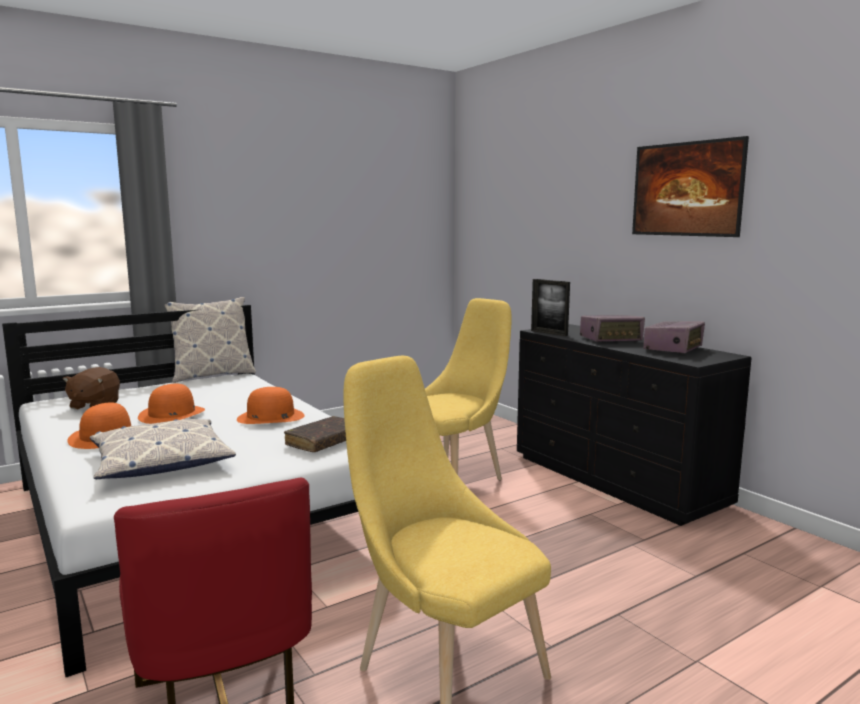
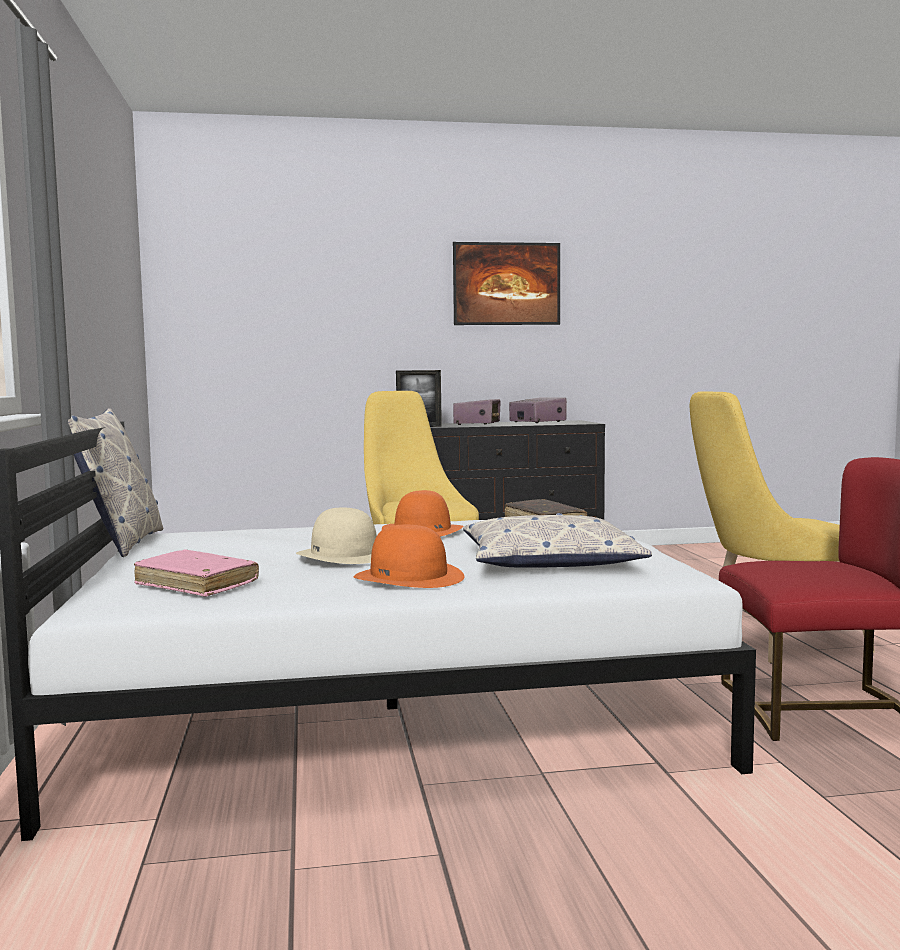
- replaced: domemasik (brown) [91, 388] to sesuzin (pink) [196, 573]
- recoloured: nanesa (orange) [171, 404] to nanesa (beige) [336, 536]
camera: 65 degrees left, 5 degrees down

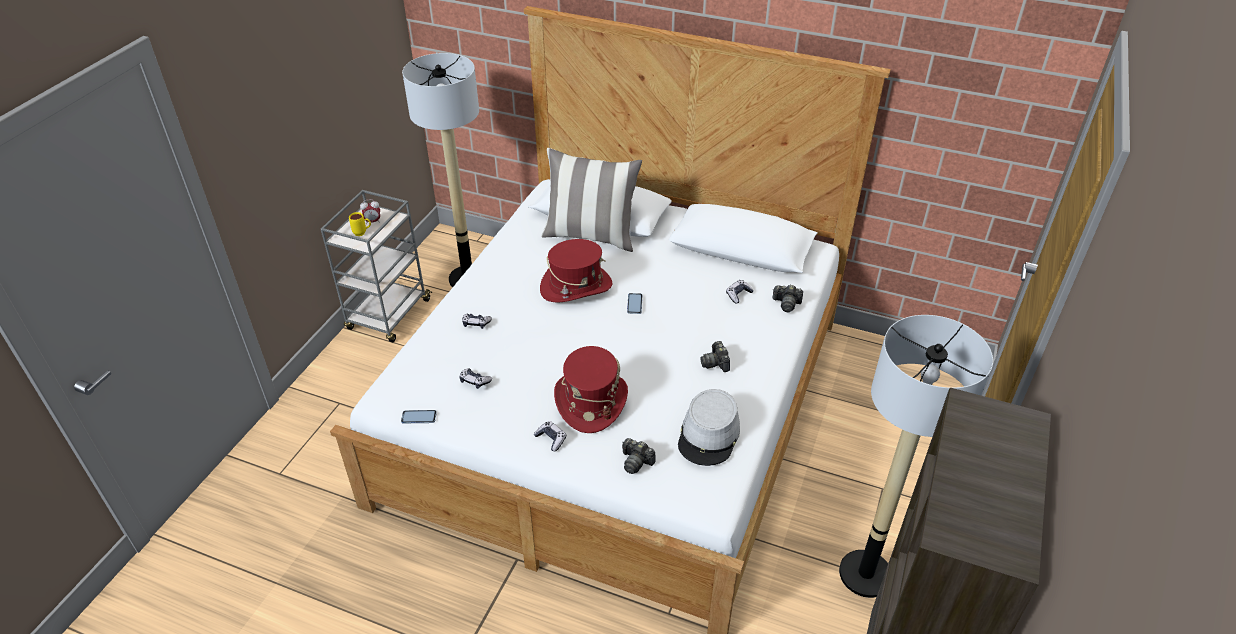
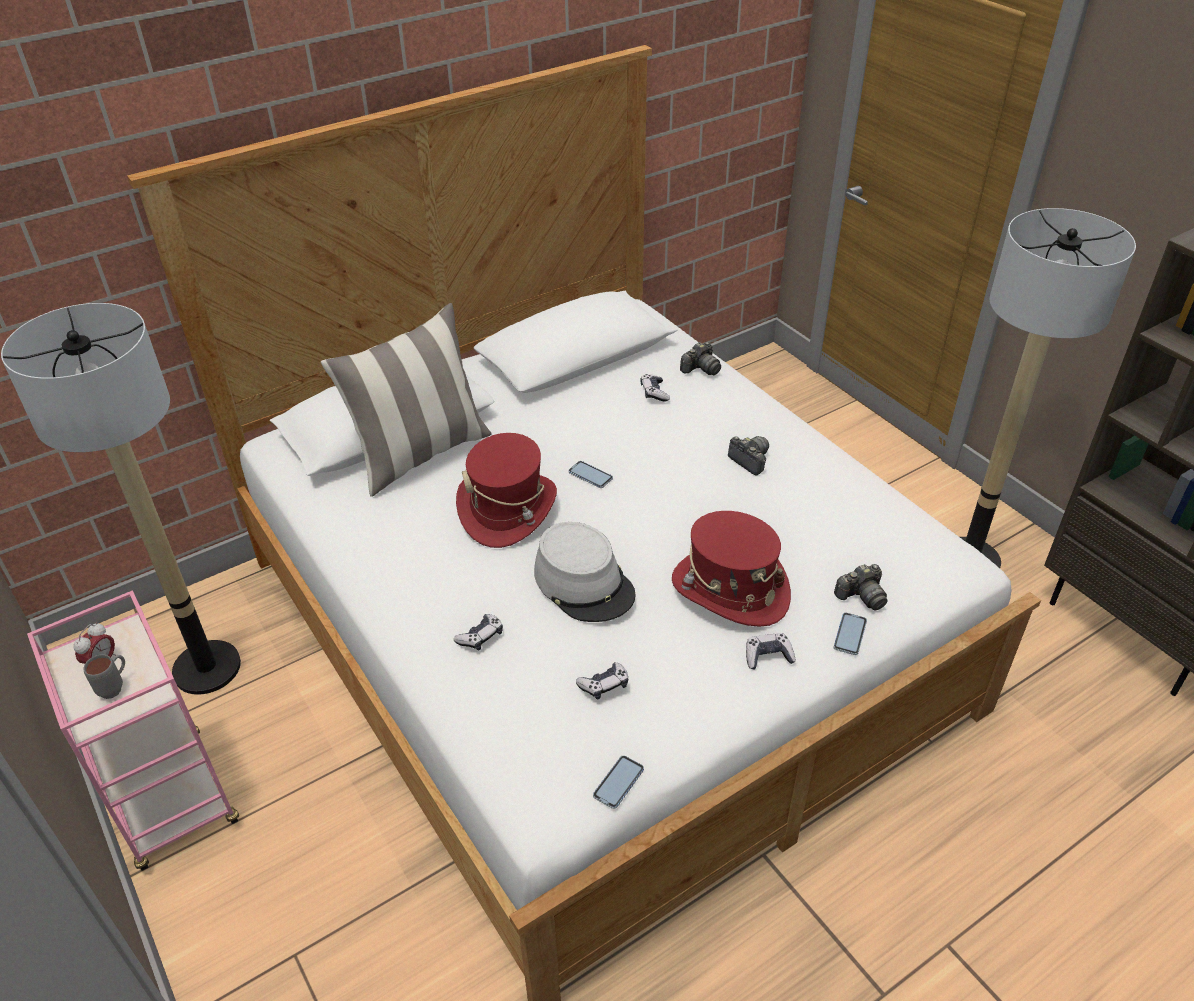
- recoloured: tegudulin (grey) [376, 266] to tegudulin (pink) [133, 730]
- recoloured: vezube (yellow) [360, 224] to vezube (grey) [104, 676]
- moved: nanesa (grey) [709, 427] to [585, 572]
- turned: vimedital [715, 356] = [748, 456] 150 degrees counterclockwise
- added: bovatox [850, 634]
camera: 55 degrees left, 0 degrees up

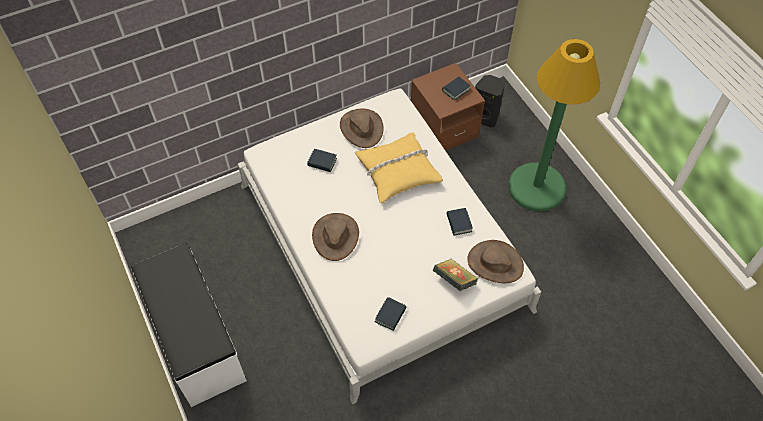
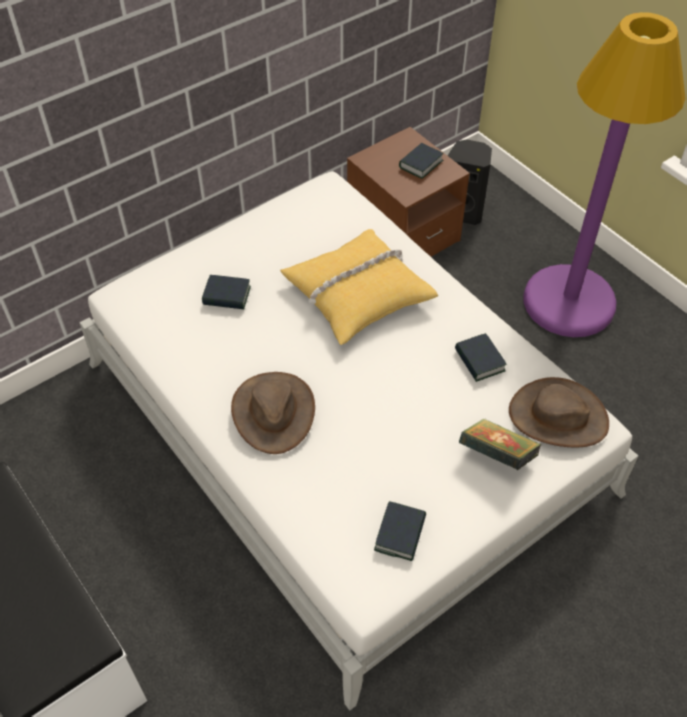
- removed: nanesa (brown) [362, 128]
- recoloured: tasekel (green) [554, 125] to tasekel (purple) [605, 174]
camera: 10 degrees left, 5 degrees down

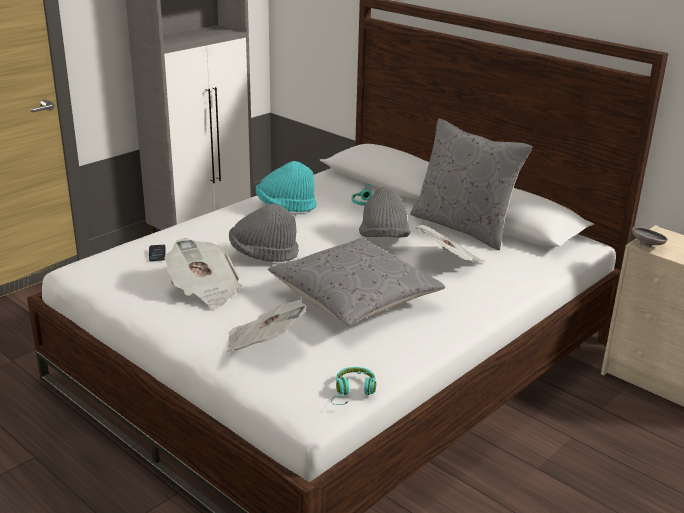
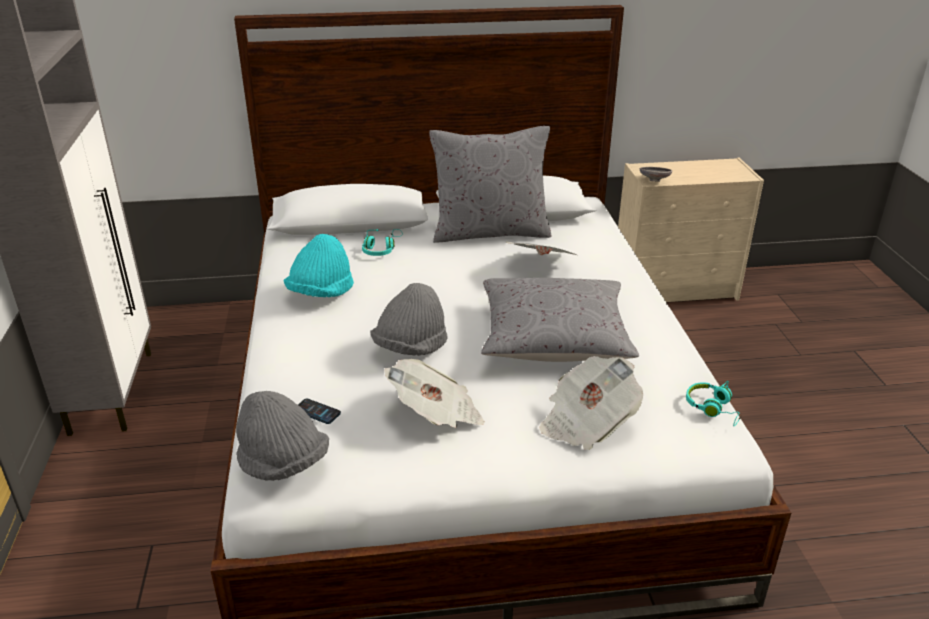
- moved: nanesa (grey) [385, 212] to [282, 436]
camera: 50 degrees left, 5 degrees up

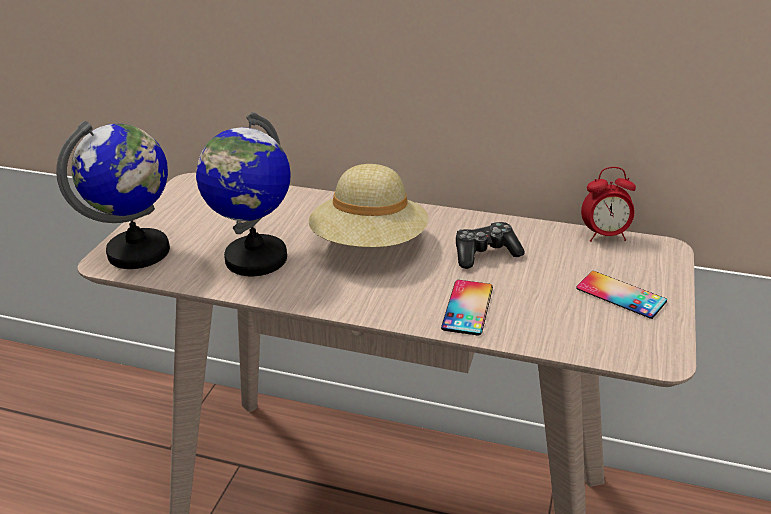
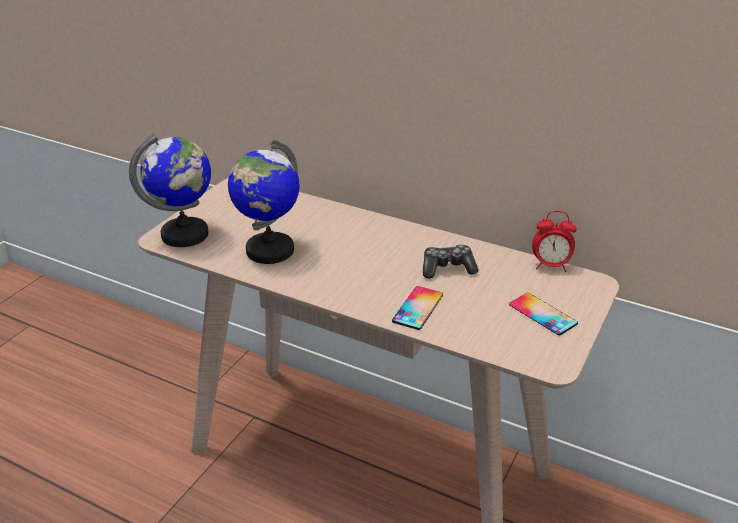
- removed: nanesa (beige) [368, 205]
camera: 10 degrees right, 0 degrees up

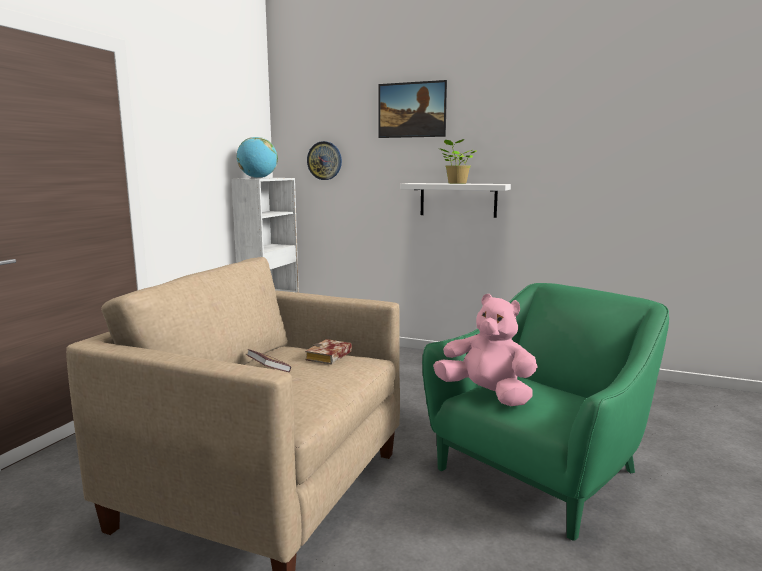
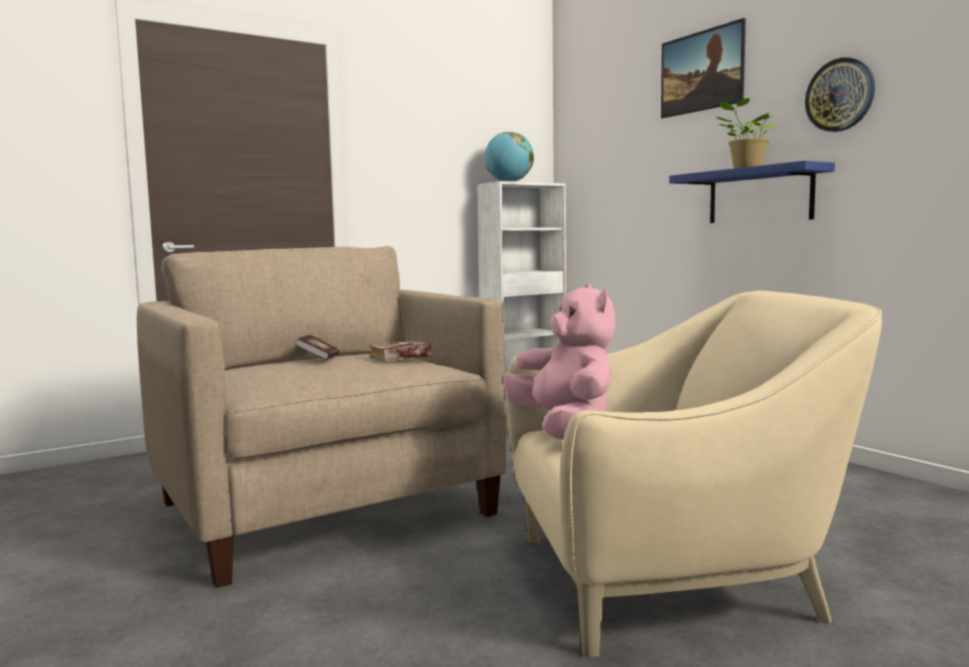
- moved: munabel [324, 160] to [840, 94]
- recoloured: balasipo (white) [455, 200] to balasipo (blue) [752, 192]
- recoloured: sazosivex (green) [545, 412] to sazosivex (beige) [693, 474]
camera: 35 degrees right, 5 degrees down

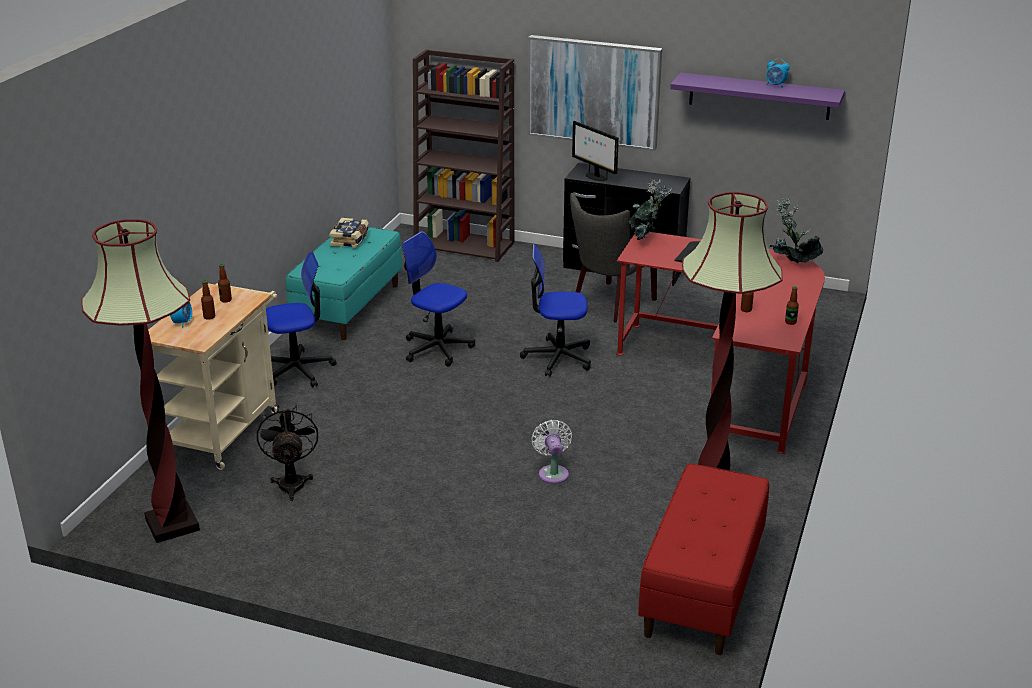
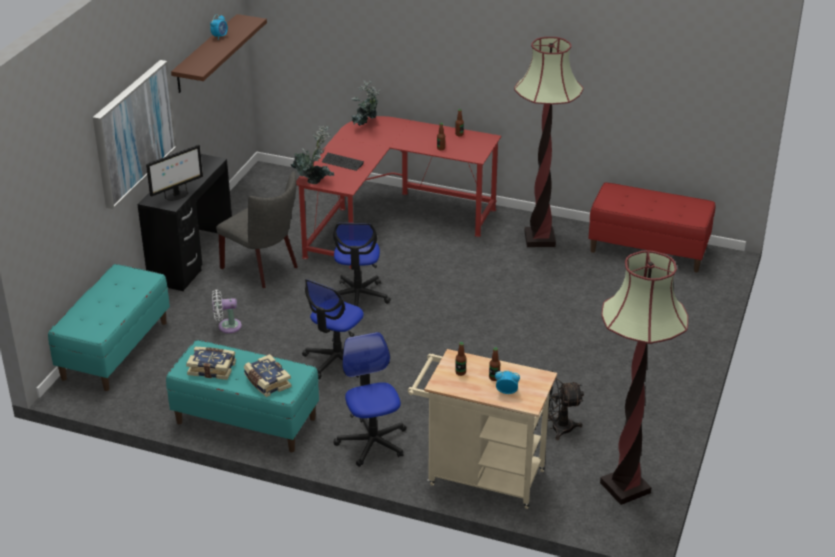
- replaced: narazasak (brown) [463, 155] to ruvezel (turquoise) [109, 327]
- moved: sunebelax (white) [551, 452] to [227, 311]
- recoloured: balasipo (purple) [757, 96] to balasipo (brown) [219, 53]
- added: sesuzin [267, 375]
camera: 90 degrees left, 5 degrees up

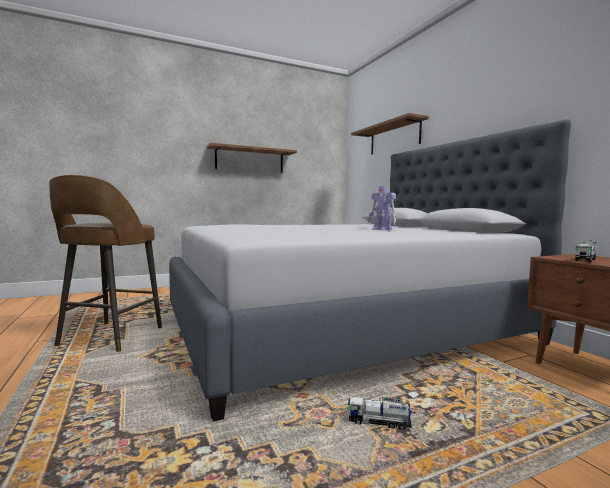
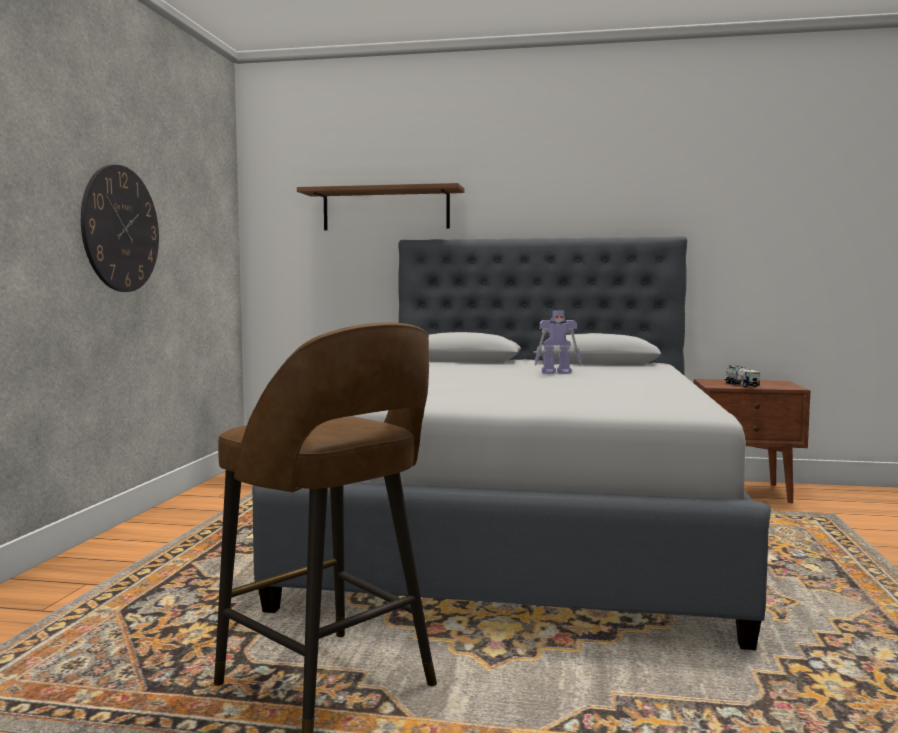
- replaced: balasipo (brown) [252, 158] to munabel [120, 228]
- removed: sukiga [380, 413]
camera: 55 degrees left, 0 degrees up

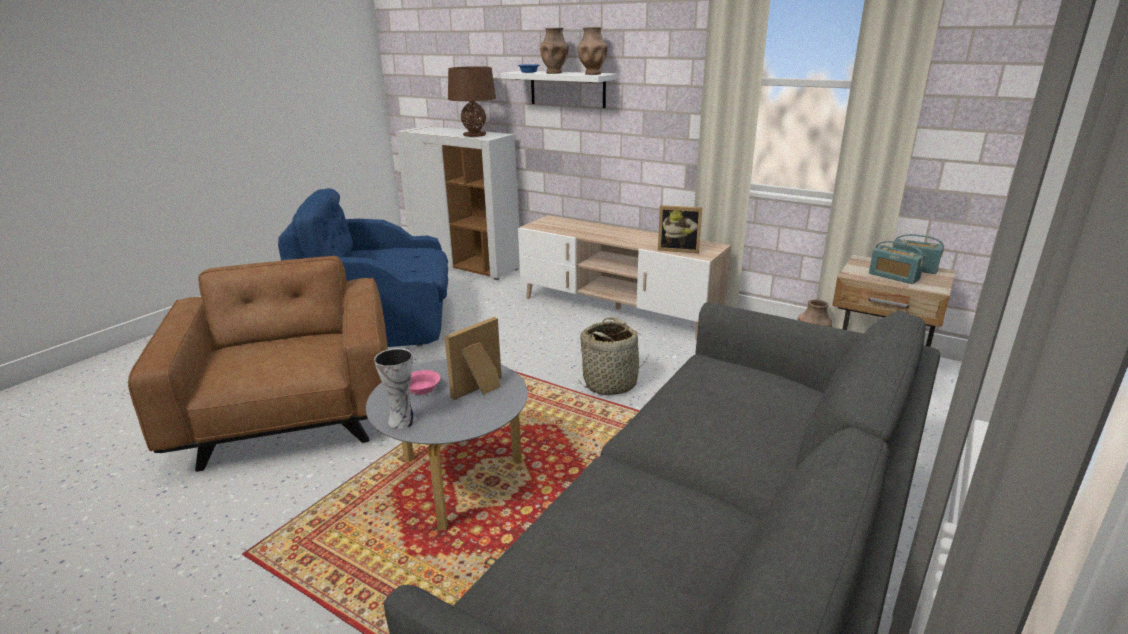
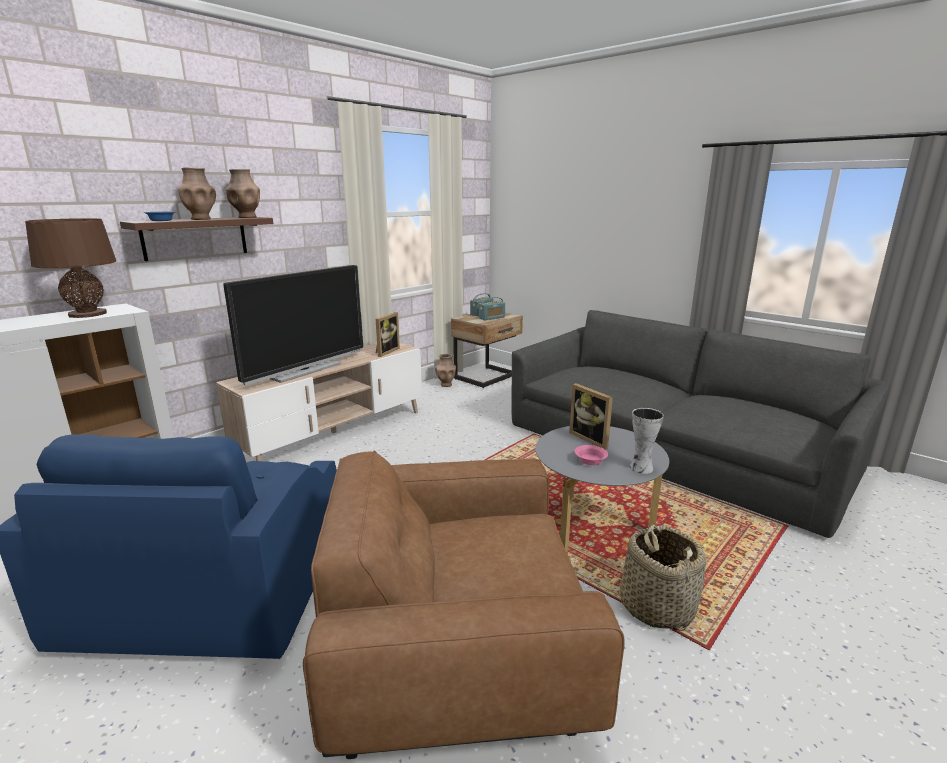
- recoloured: balasipo (white) [559, 89] to balasipo (brown) [196, 239]
- moved: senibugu [613, 356] to [663, 578]
- added: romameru [293, 325]
camera: 80 degrees left, 5 degrees down

